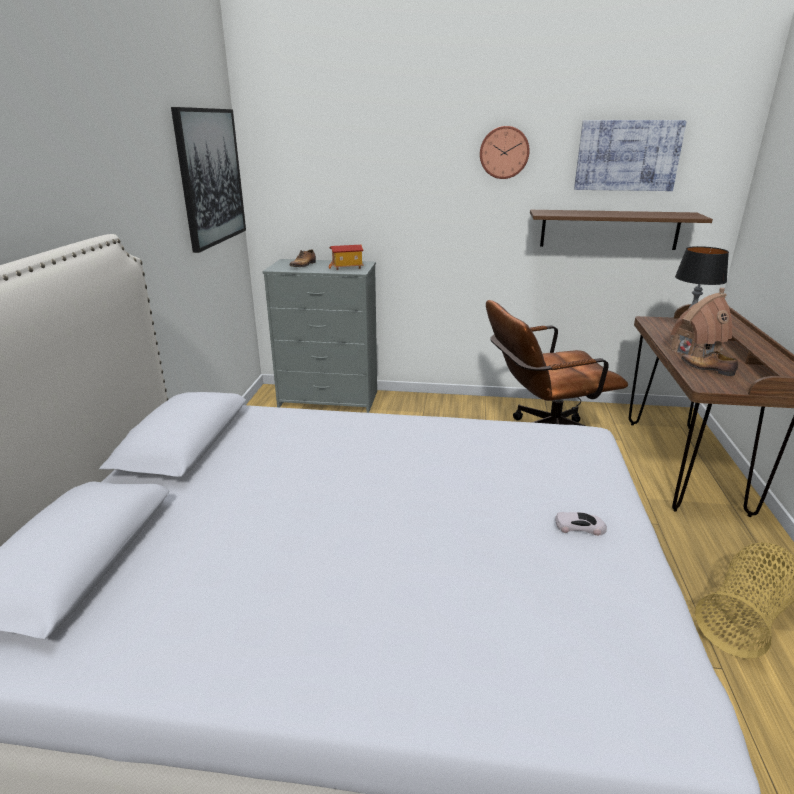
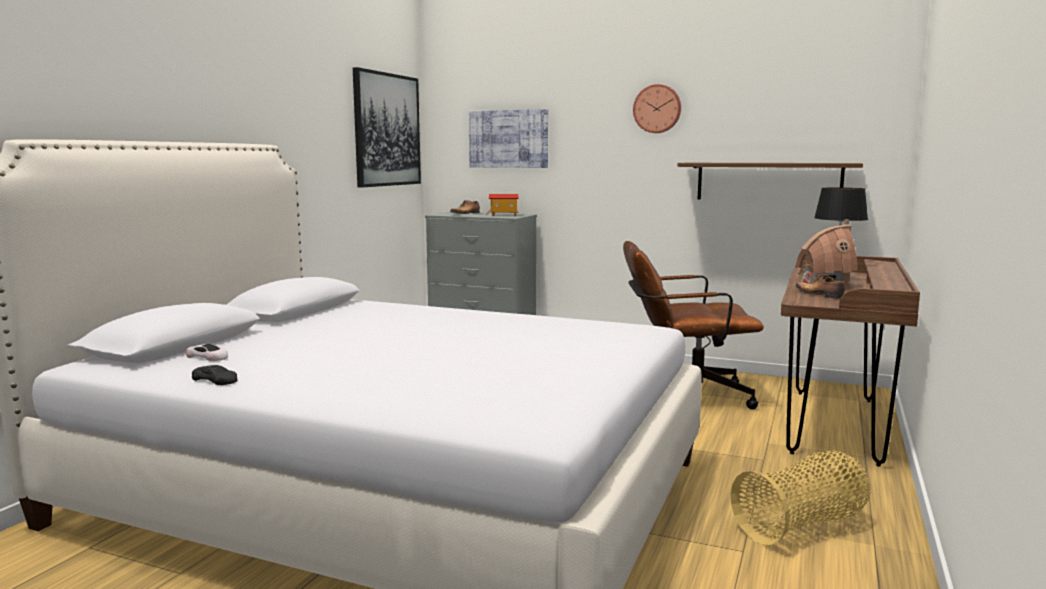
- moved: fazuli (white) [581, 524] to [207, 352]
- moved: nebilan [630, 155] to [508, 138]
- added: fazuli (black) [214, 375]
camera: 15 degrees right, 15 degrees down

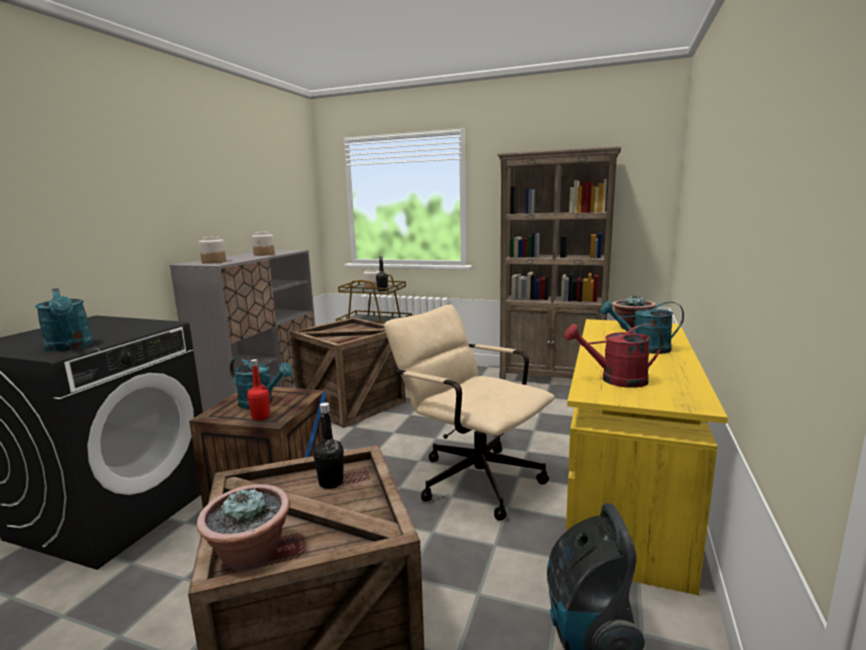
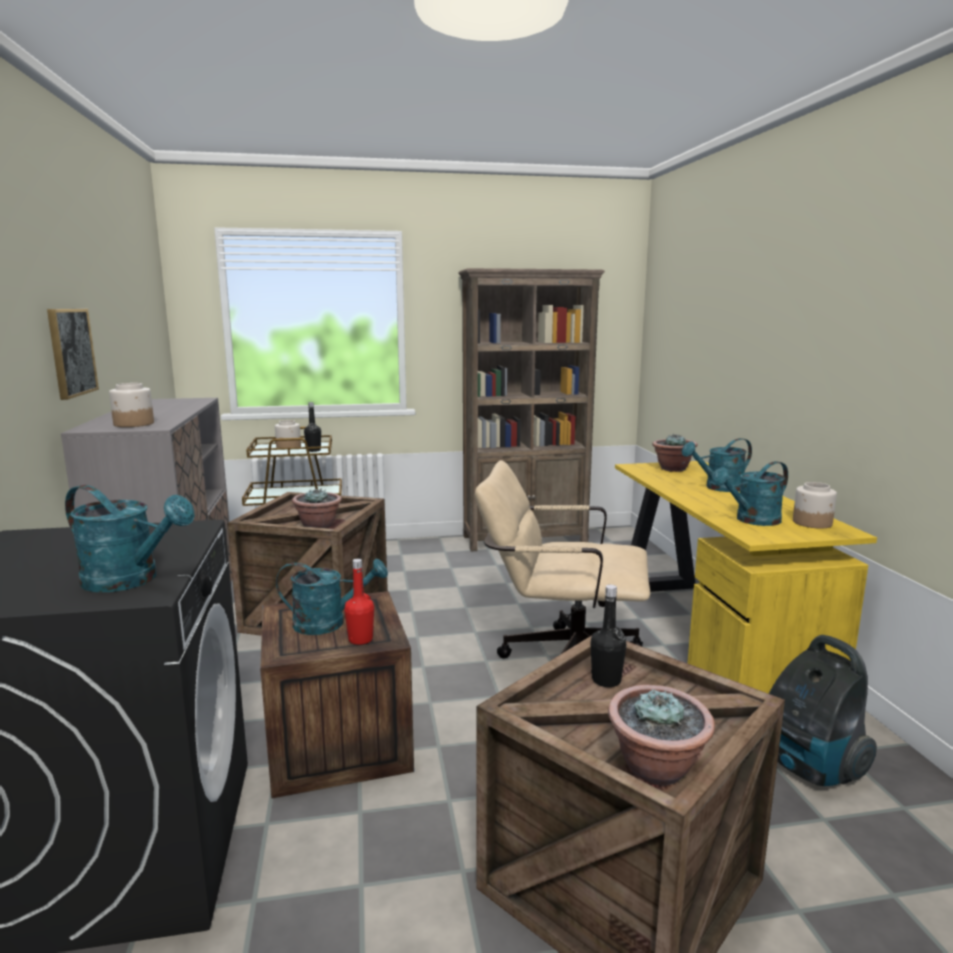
- moved: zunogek [263, 244] to [815, 505]
- recoloured: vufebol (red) [613, 356] to vufebol (turquoise) [750, 493]
- added: nebilan [73, 354]
- added: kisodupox [317, 508]
camera: 30 degrees left, 0 degrees up

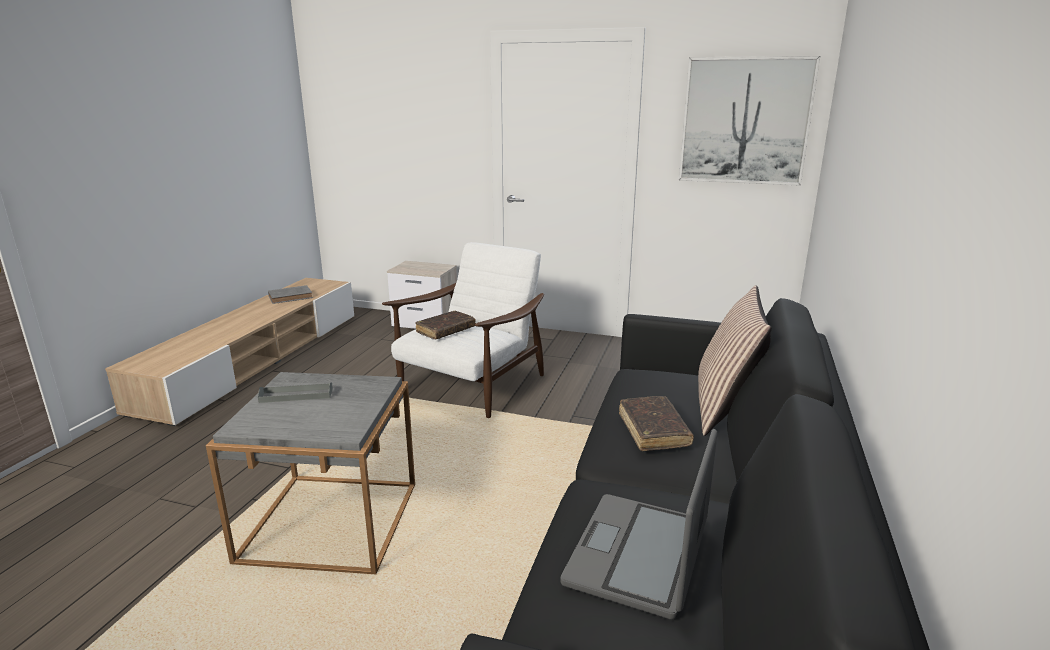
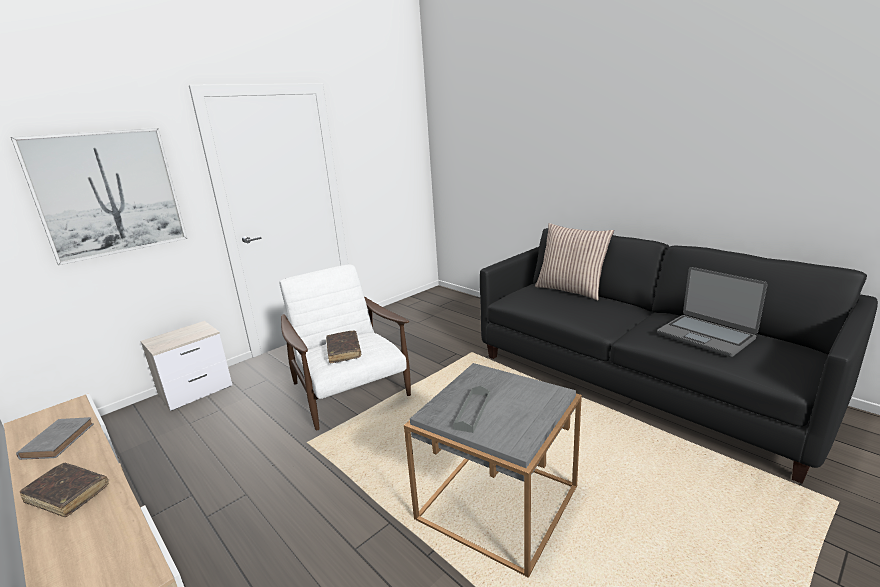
- moved: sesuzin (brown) [656, 423] to [64, 490]
- moved: nebilan [749, 121] to [99, 196]
camera: 60 degrees left, 0 degrees up

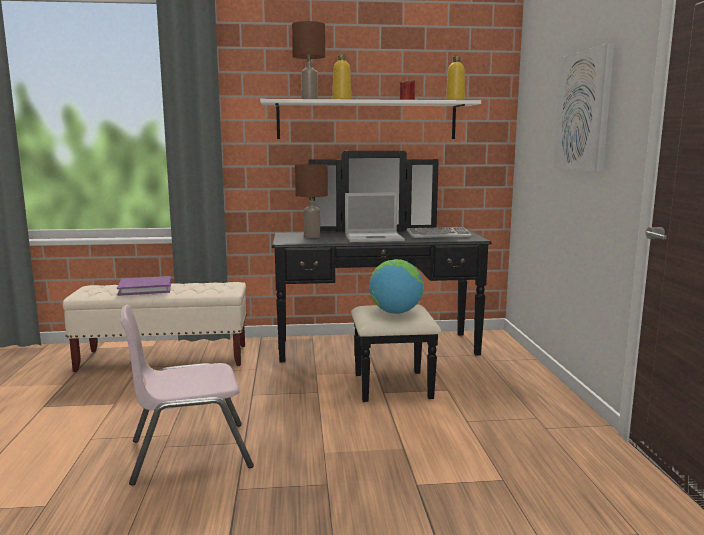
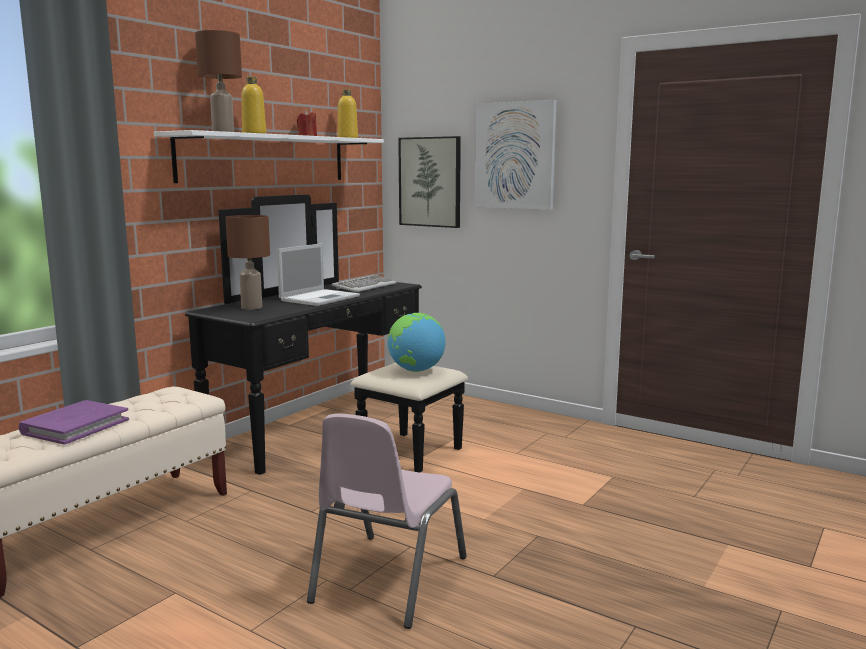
- added: nebilan [429, 182]
camera: 50 degrees left, 0 degrees up

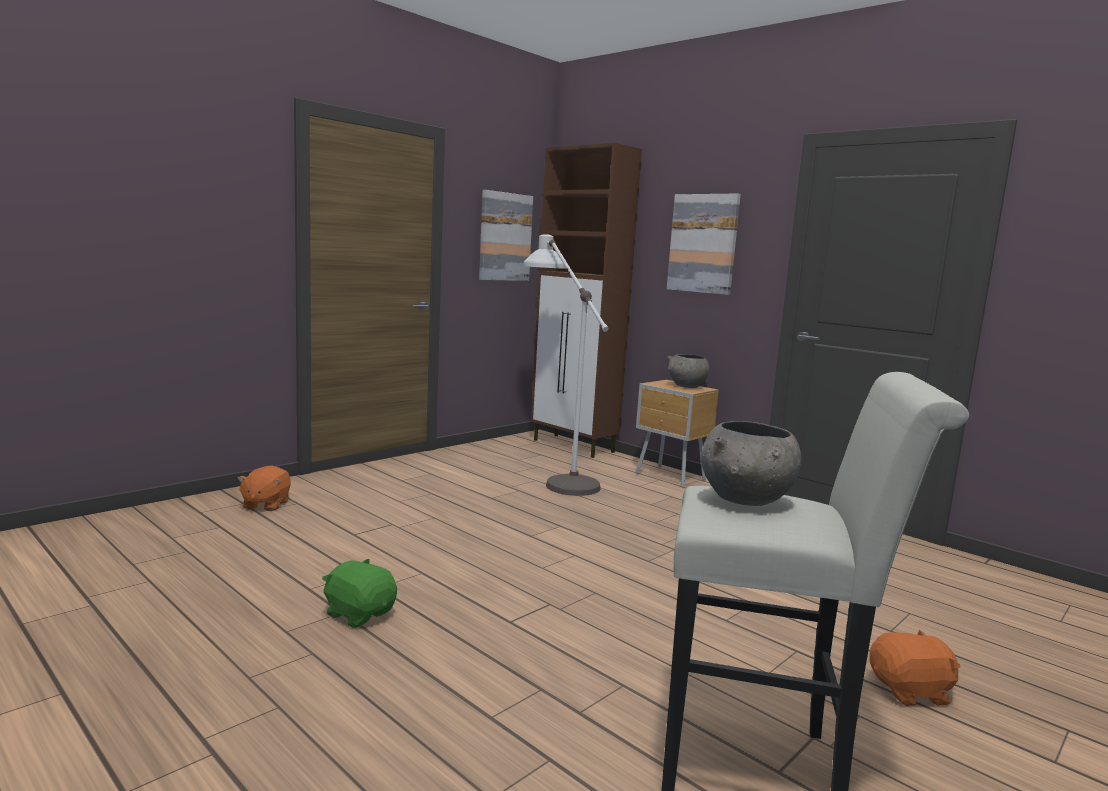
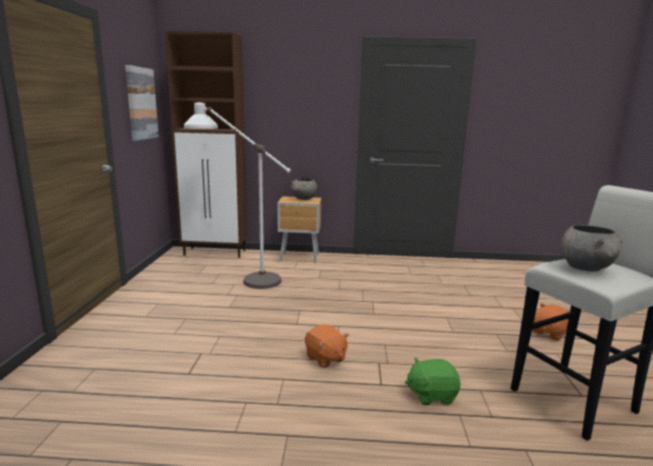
- moved: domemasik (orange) [264, 488] to [327, 346]
- moved: domemasik (green) [359, 593] to [433, 381]
- removed: nebilan [704, 244]
camera: 40 degrees left, 5 degrees up

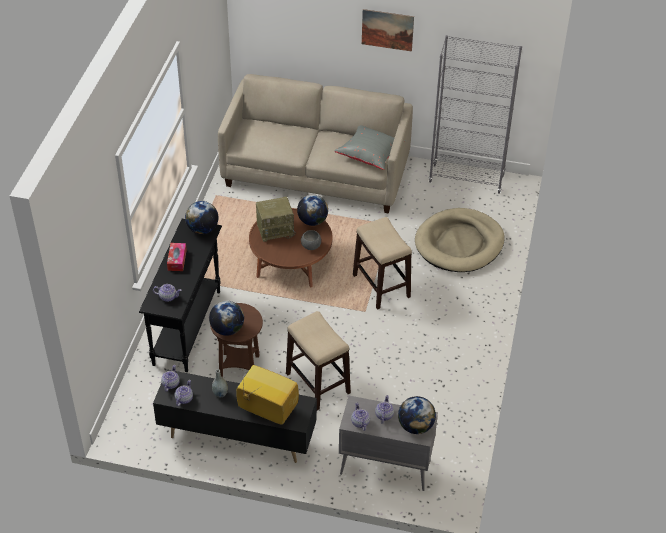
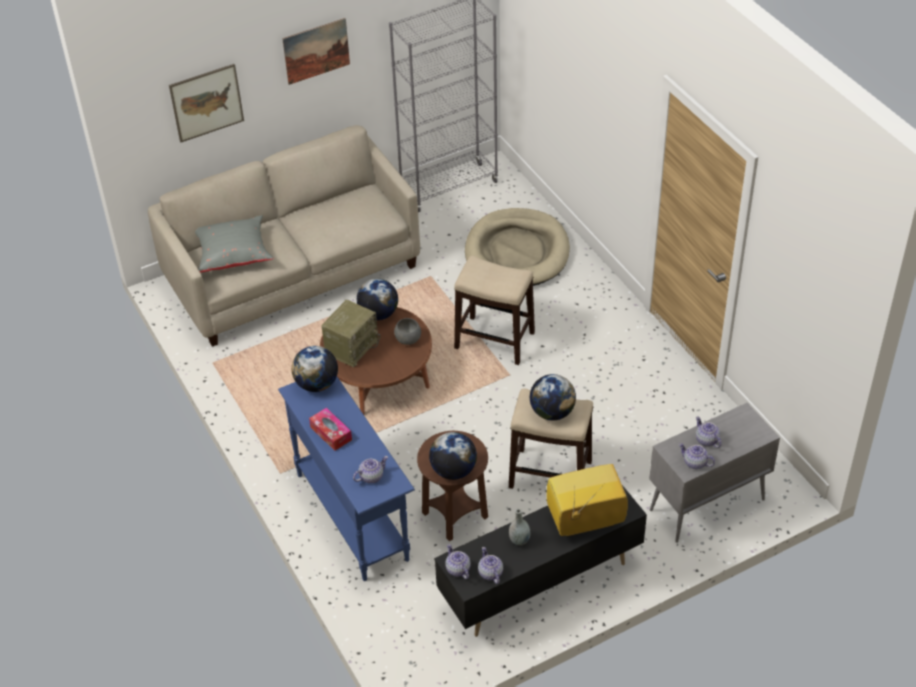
- recoloured: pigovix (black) [180, 295] to pigovix (blue) [346, 479]
- moved: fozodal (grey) [370, 147] to [234, 244]
- moved: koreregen [417, 415] to [553, 397]
- added: nebilan [206, 103]
camera: 40 degrees left, 0 degrees up

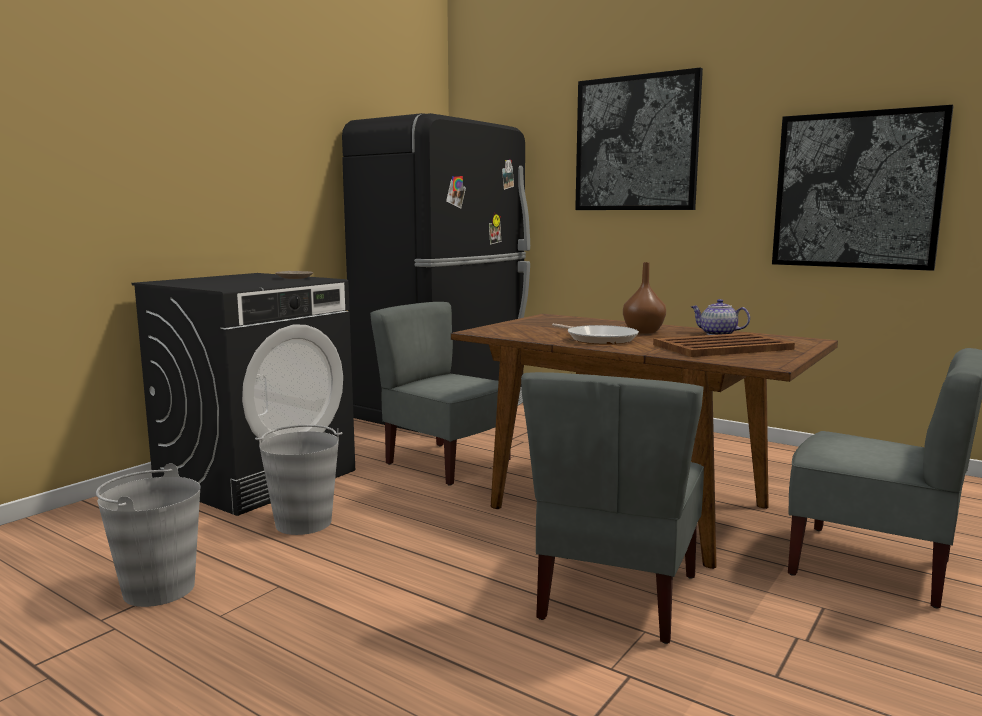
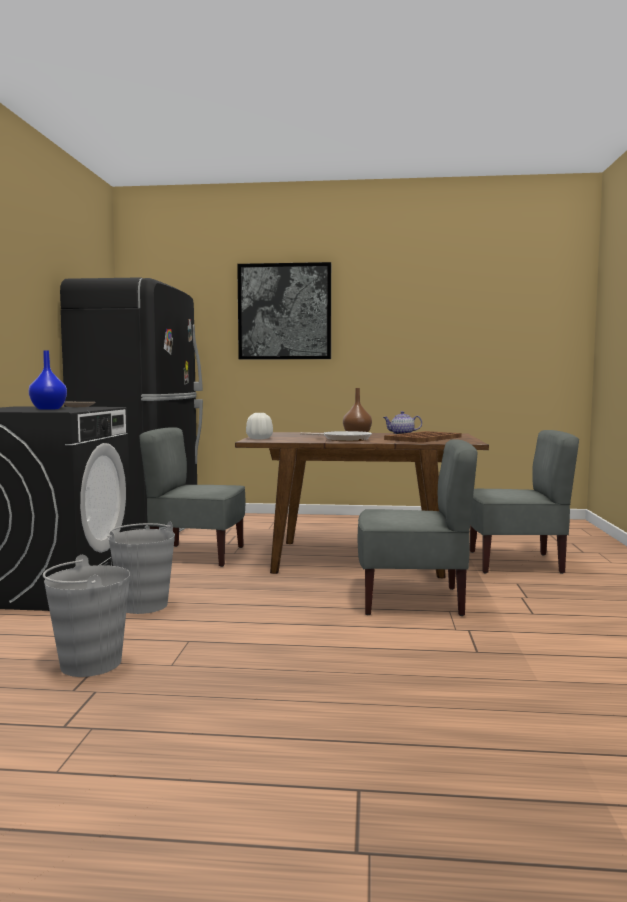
- turned: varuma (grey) [612, 508] = [417, 527] 75 degrees counterclockwise
- removed: nebilan [862, 188]
- added: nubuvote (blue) [47, 380]
- added: nubuvote (white) [259, 426]
camera: 30 degrees left, 5 degrees down

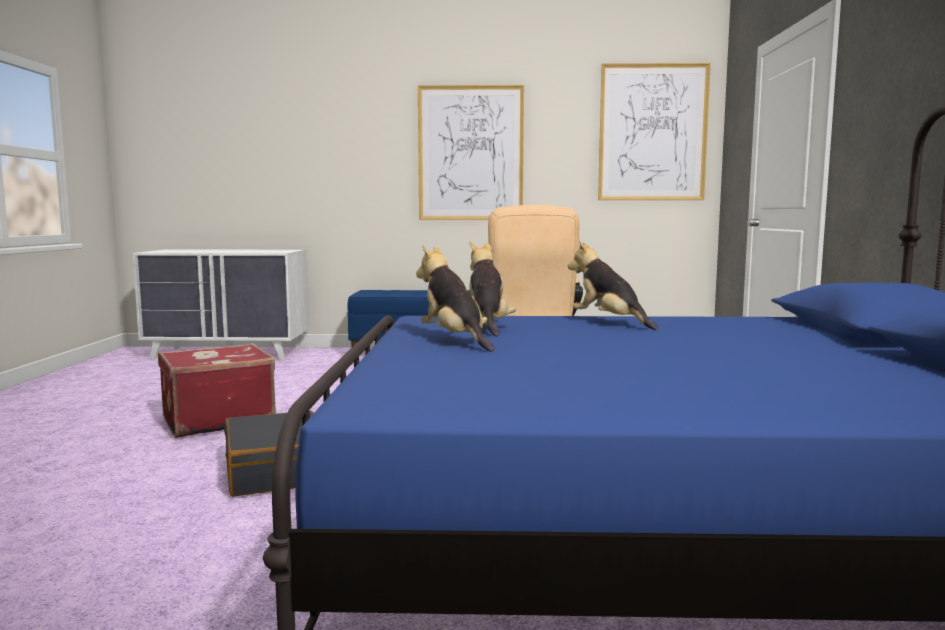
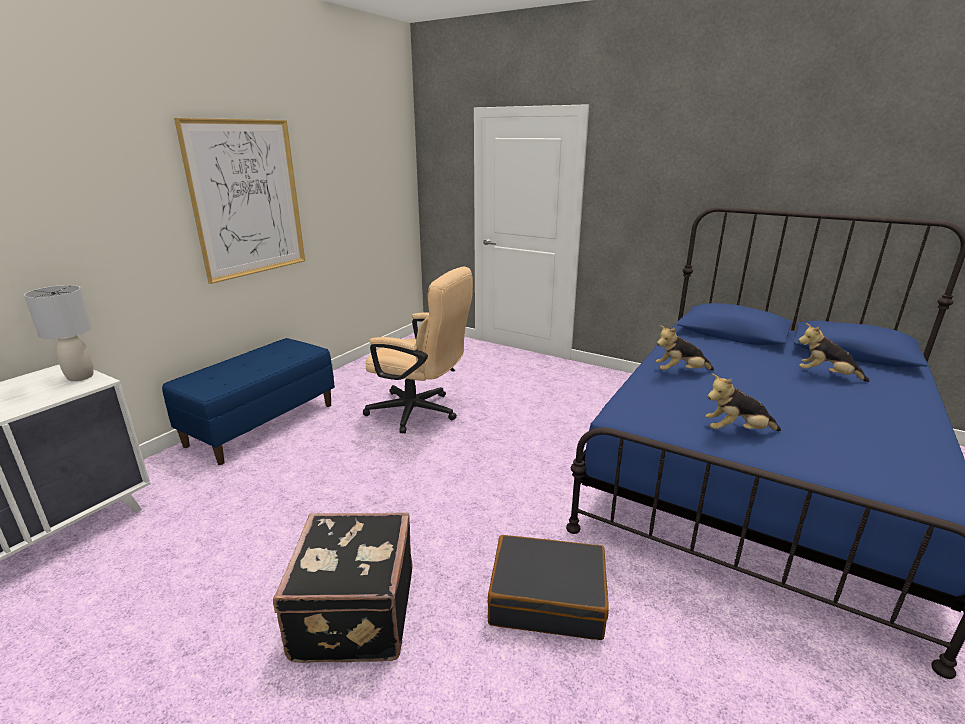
- recoloured: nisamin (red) [217, 390] to nisamin (black) [343, 587]
- moved: domemasik [492, 288] to [834, 352]
- removed: nebilan [654, 131]
- added: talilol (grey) [59, 333]
camera: 60 degrees left, 15 degrees up

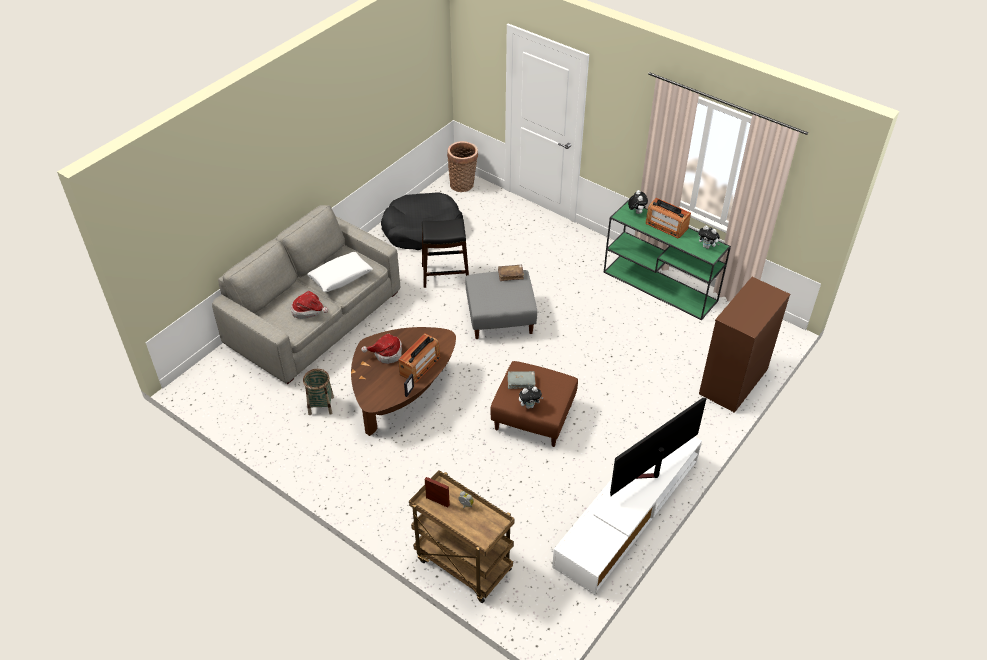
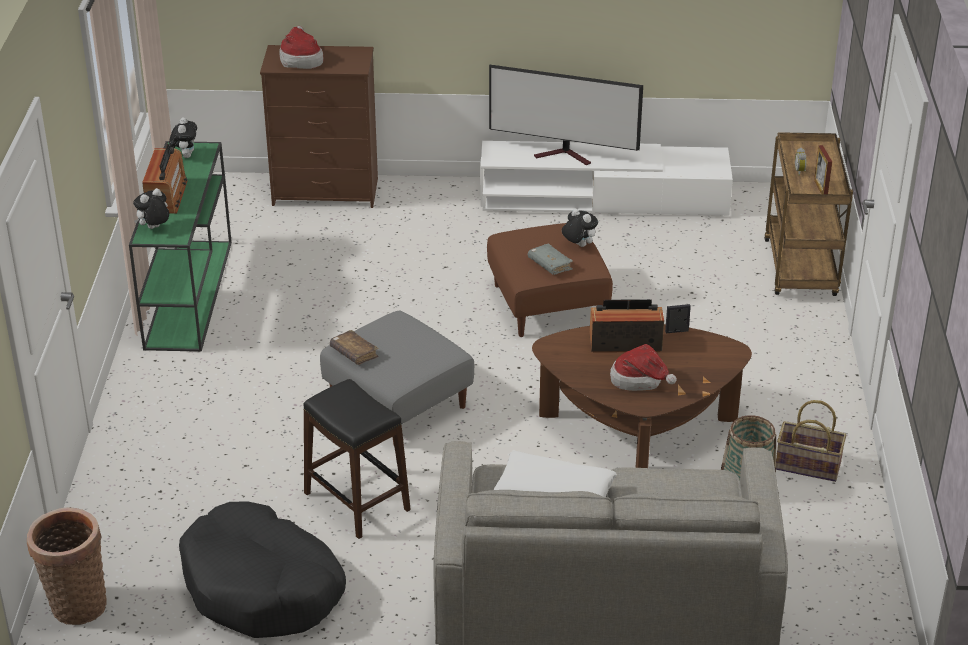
- moved: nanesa [309, 305] to [301, 47]
- added: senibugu [811, 441]
camera: 125 degrees left, 10 degrees down

